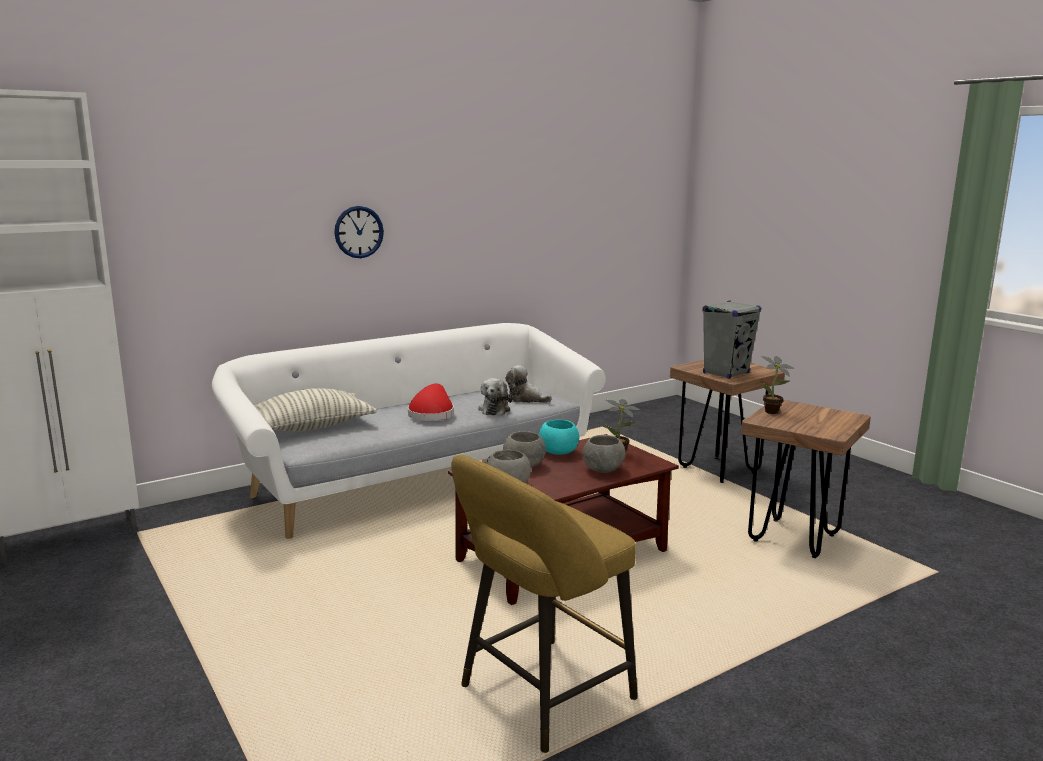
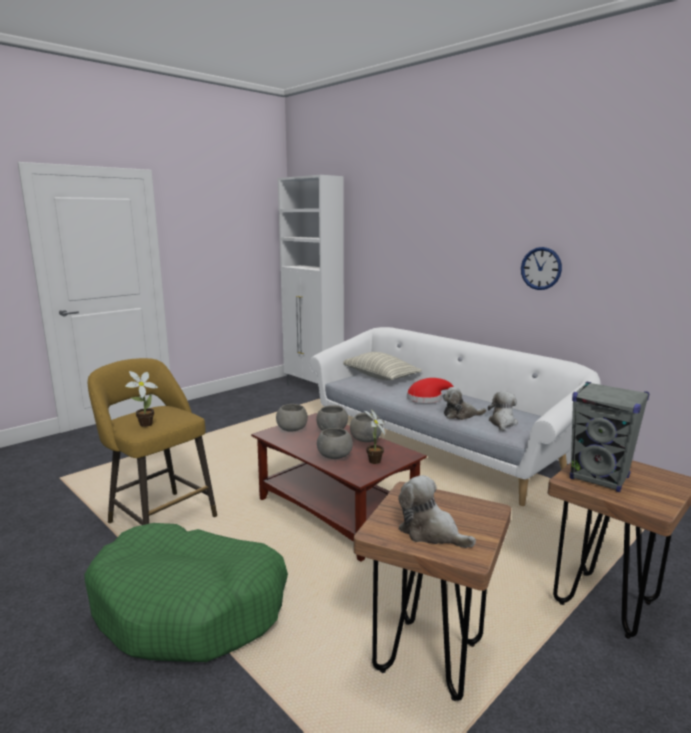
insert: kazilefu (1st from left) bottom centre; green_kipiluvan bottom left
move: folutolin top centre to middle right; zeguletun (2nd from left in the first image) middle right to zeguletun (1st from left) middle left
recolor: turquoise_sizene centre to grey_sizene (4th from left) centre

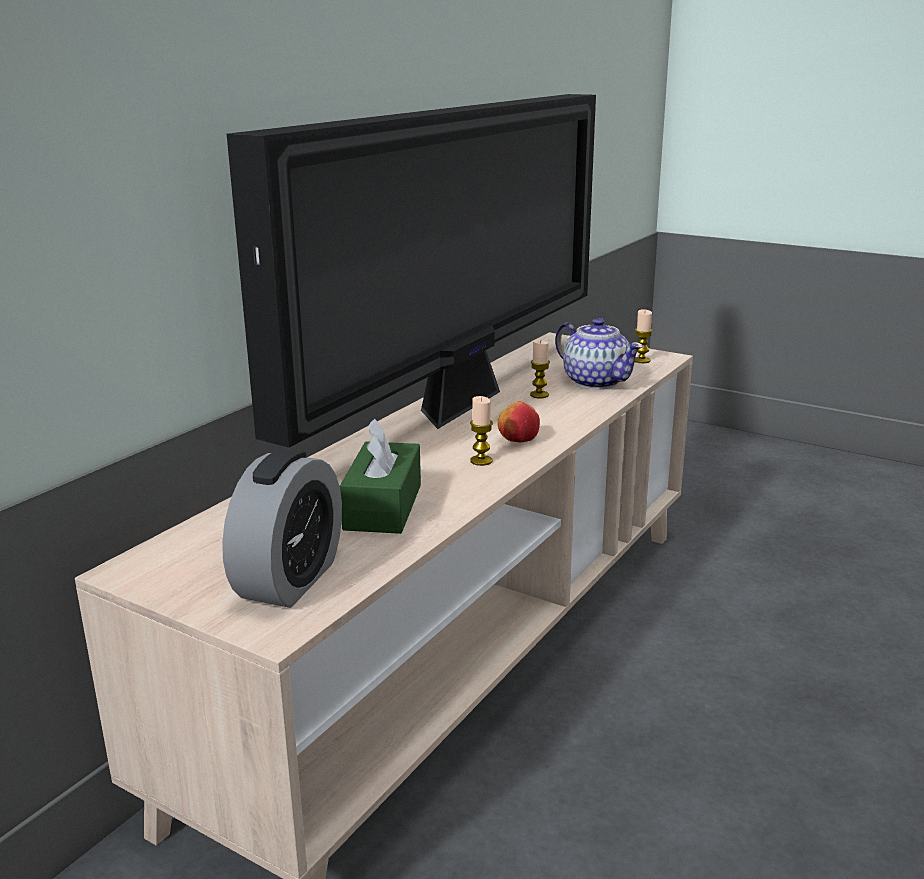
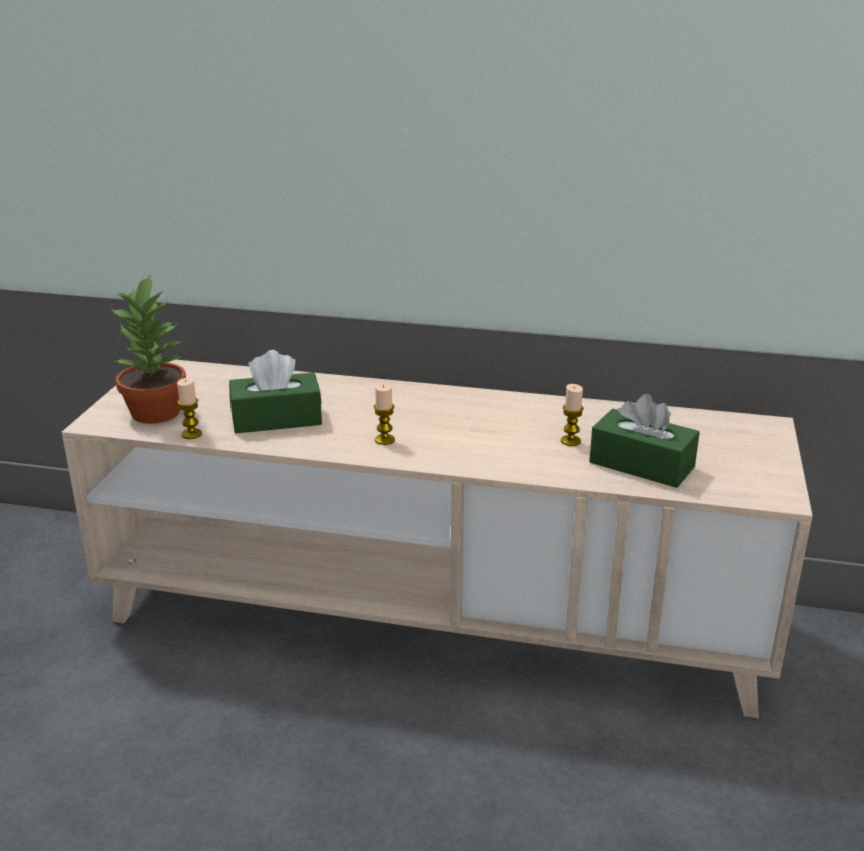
delete: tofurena top centre; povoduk centre
move: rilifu (3rd from left in the first image) middle right to rilifu (1st from left) middle left
replace: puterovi centre to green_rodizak (2nd from left) middle right; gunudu middle left to zeguletun middle left

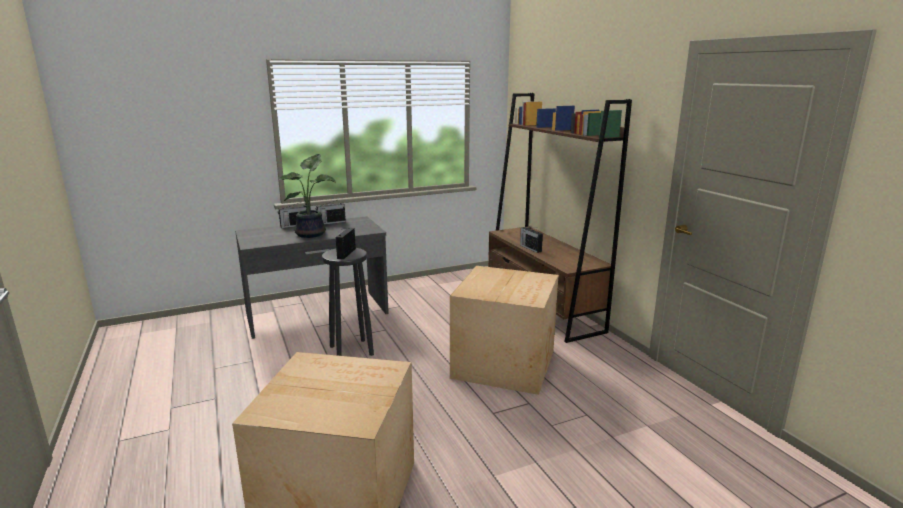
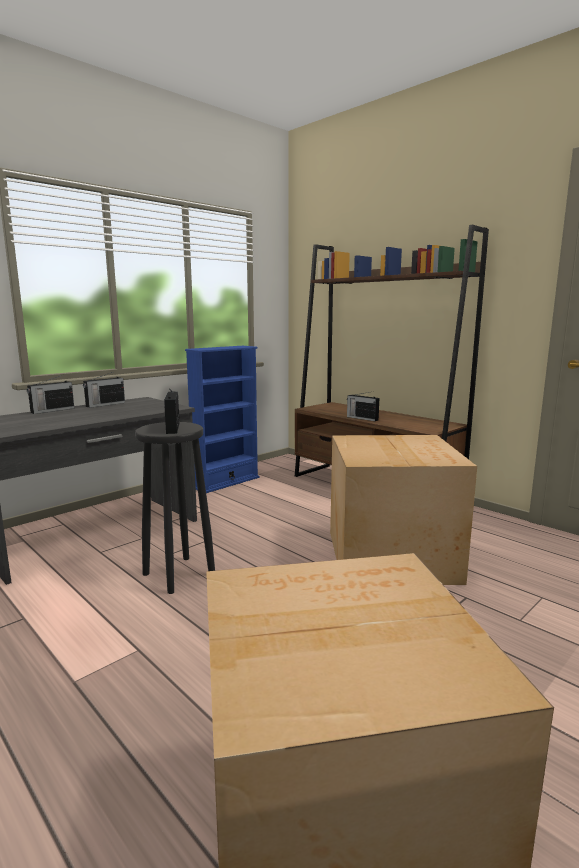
delete: zeguletun centre
insert: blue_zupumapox centre

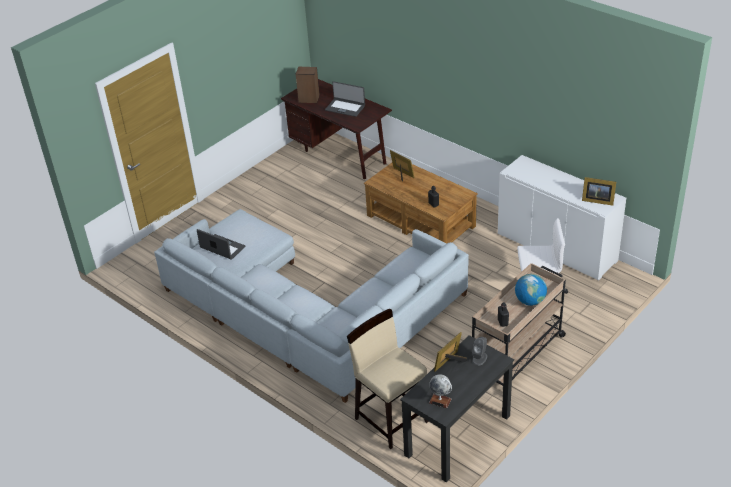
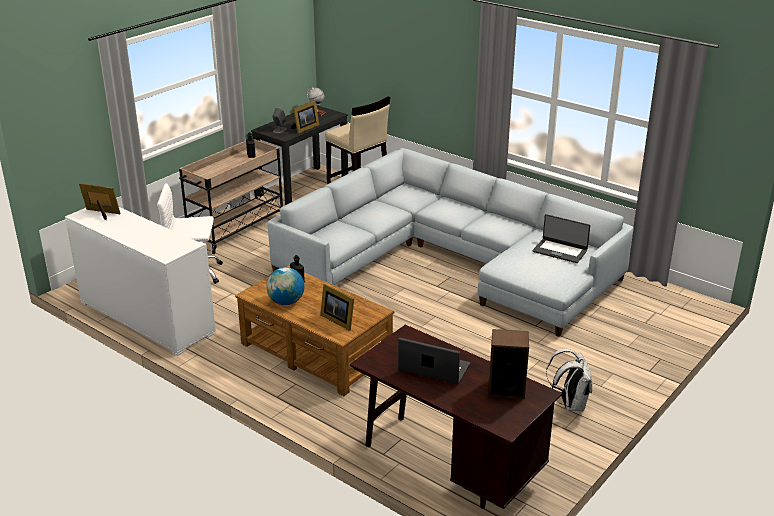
insert: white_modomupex bottom right
move: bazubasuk (2nd from left in the first image) middle right to bazubasuk (1st from left) centre

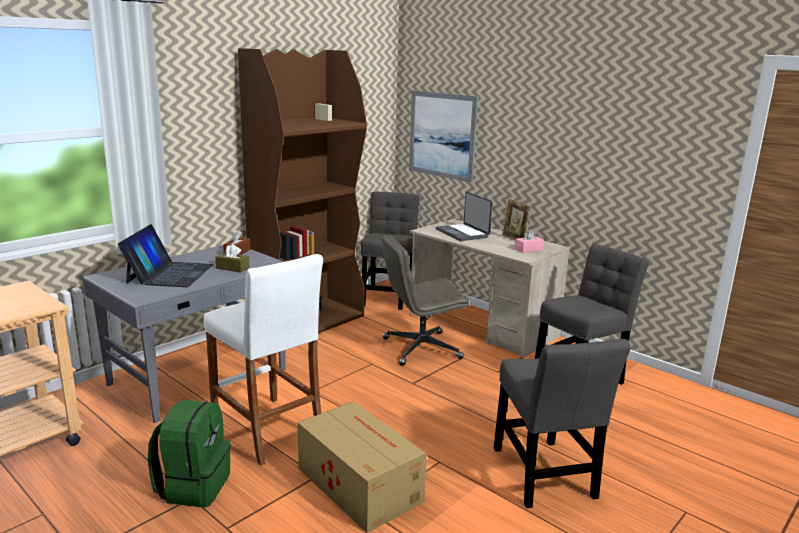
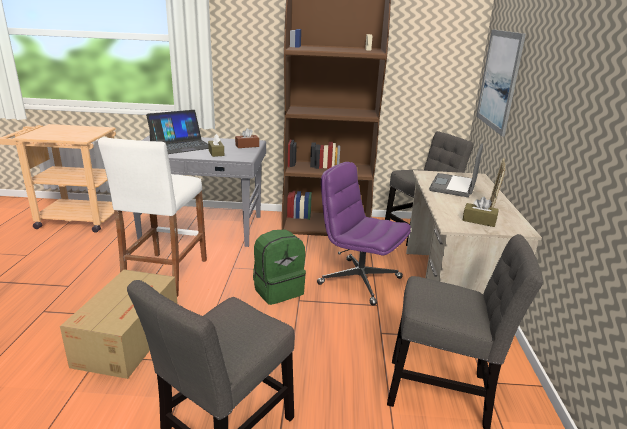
move: green_modomupex bottom left to centre
recolor: pink_rodizak centre to brown_rodizak (3rd from left) middle right; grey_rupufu centre to purple_rupufu centre

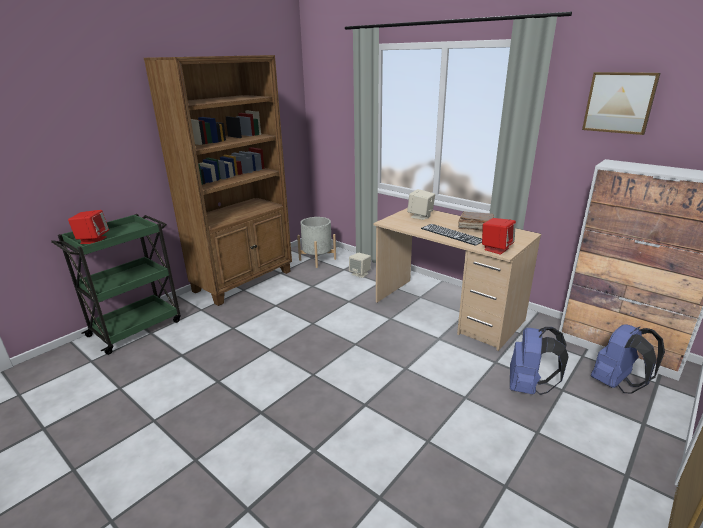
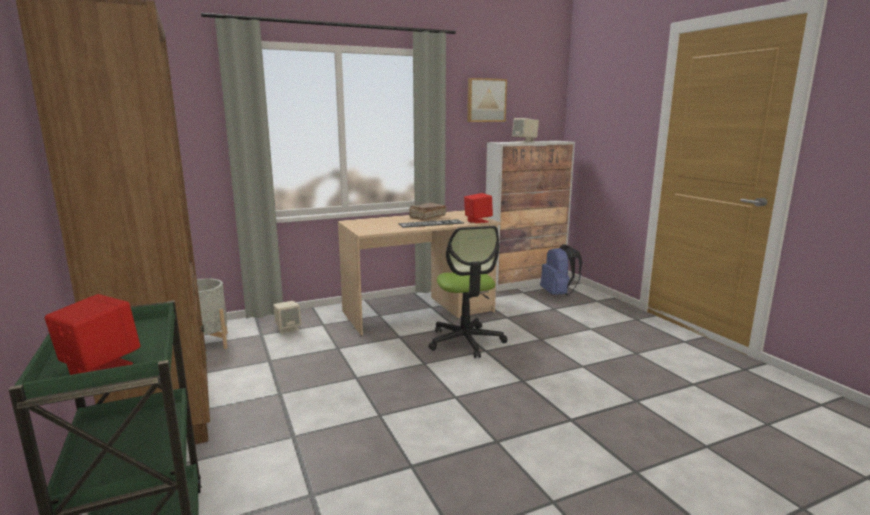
delete: blue_modomupex (1st from left) bottom right
insert: rupufu centre
move: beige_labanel (2nd from left) centre to top centre

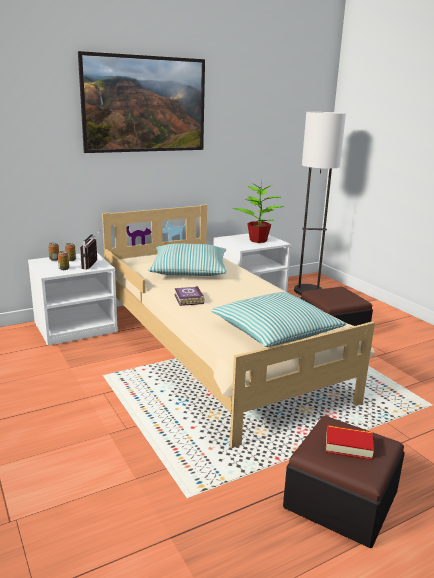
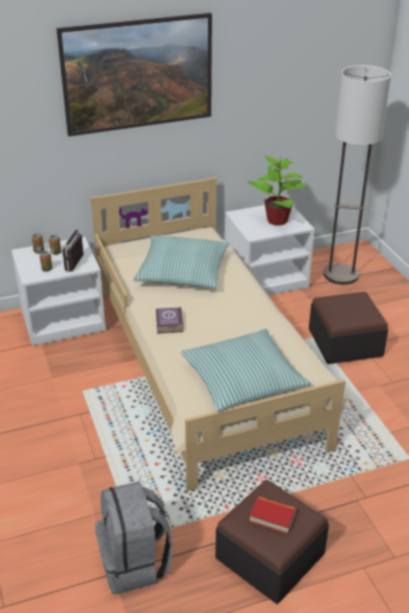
insert: grey_modomupex bottom left

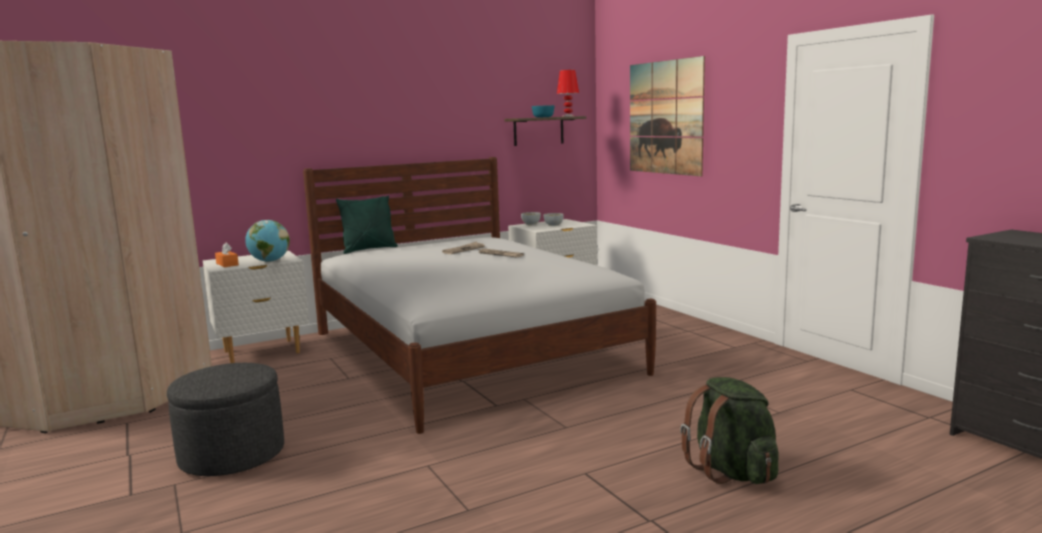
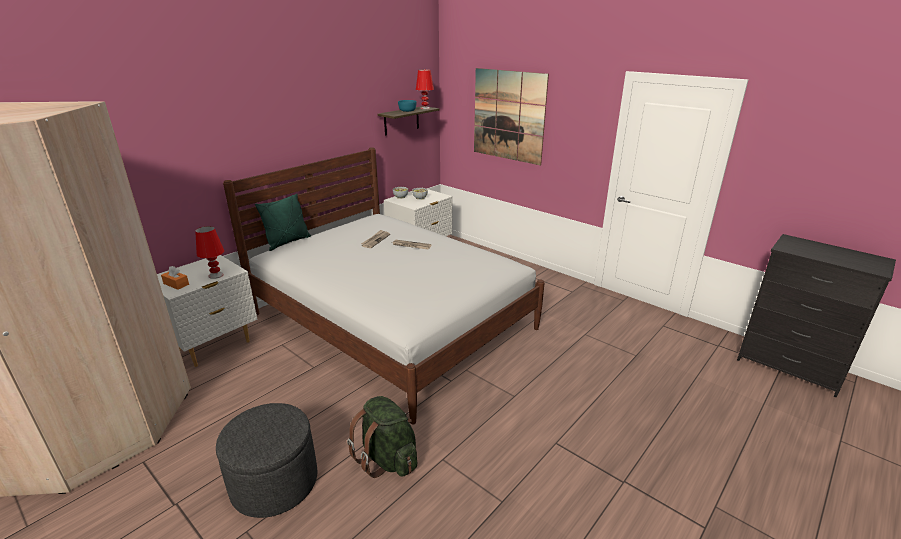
move: green_modomupex bottom right to bottom centre
replace: bazubasuk middle left to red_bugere (1st from left) middle left

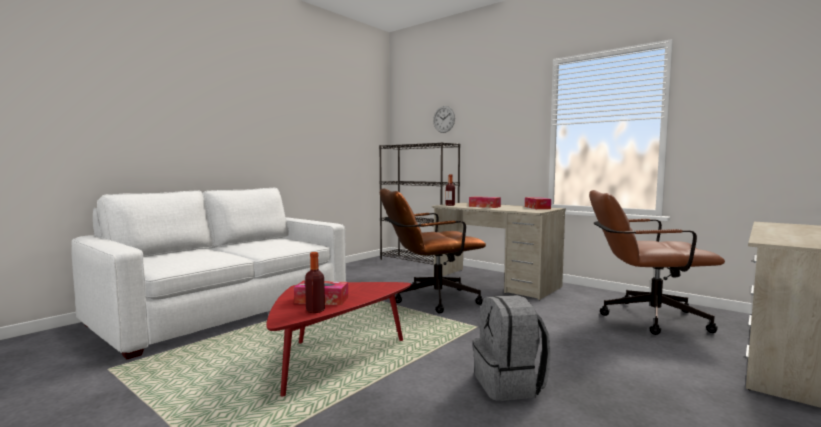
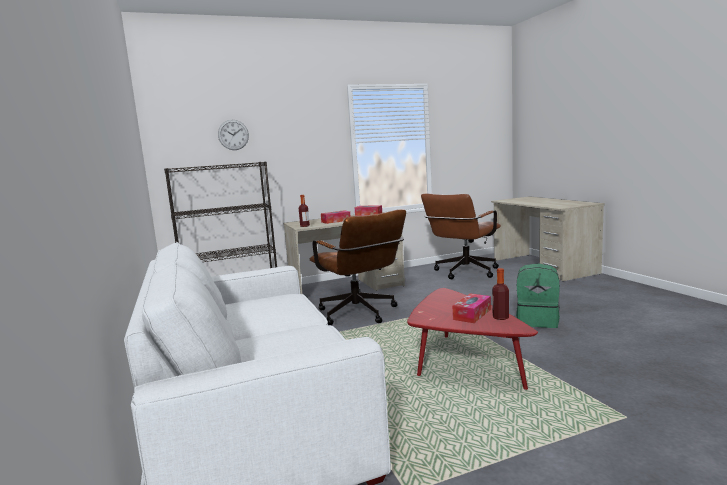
recolor: grey_modomupex bottom centre to green_modomupex middle right
rotate: brown_rupufu (1st from left) centre = centre 45 degrees counterclockwise

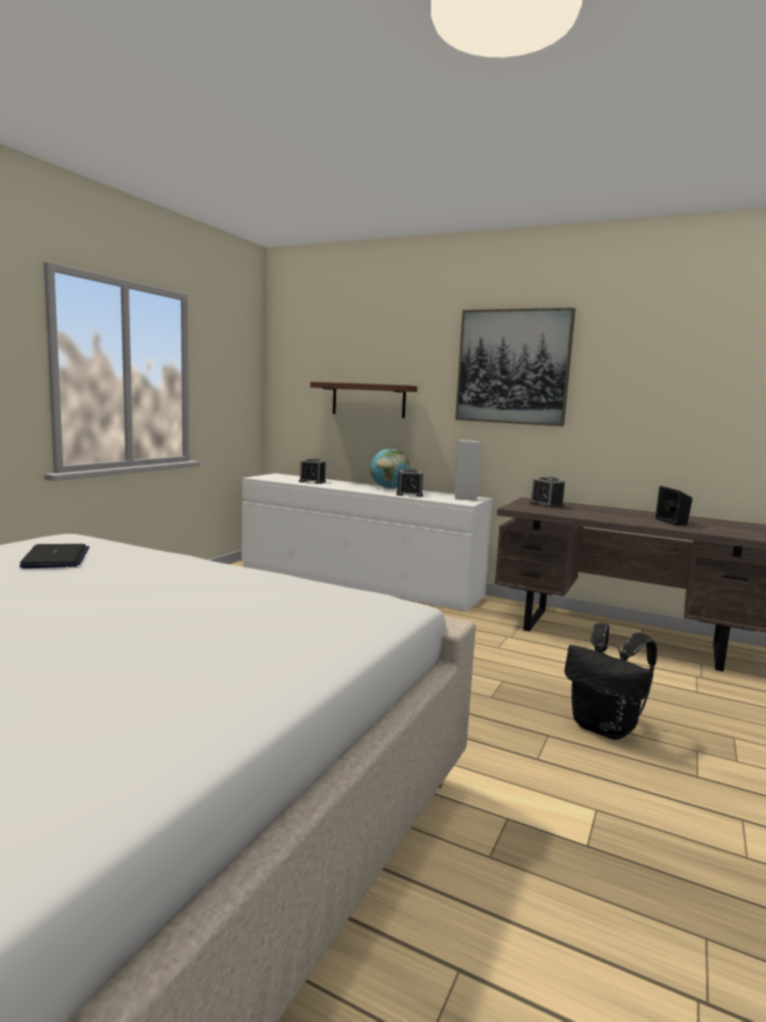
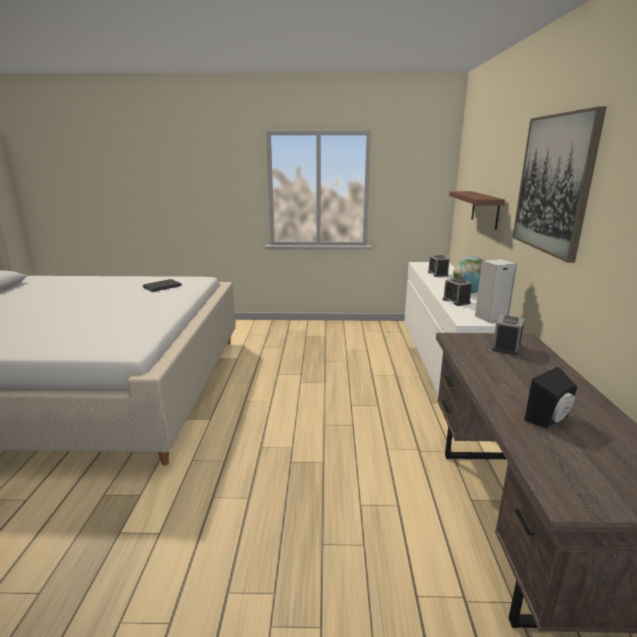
delete: black_modomupex middle right

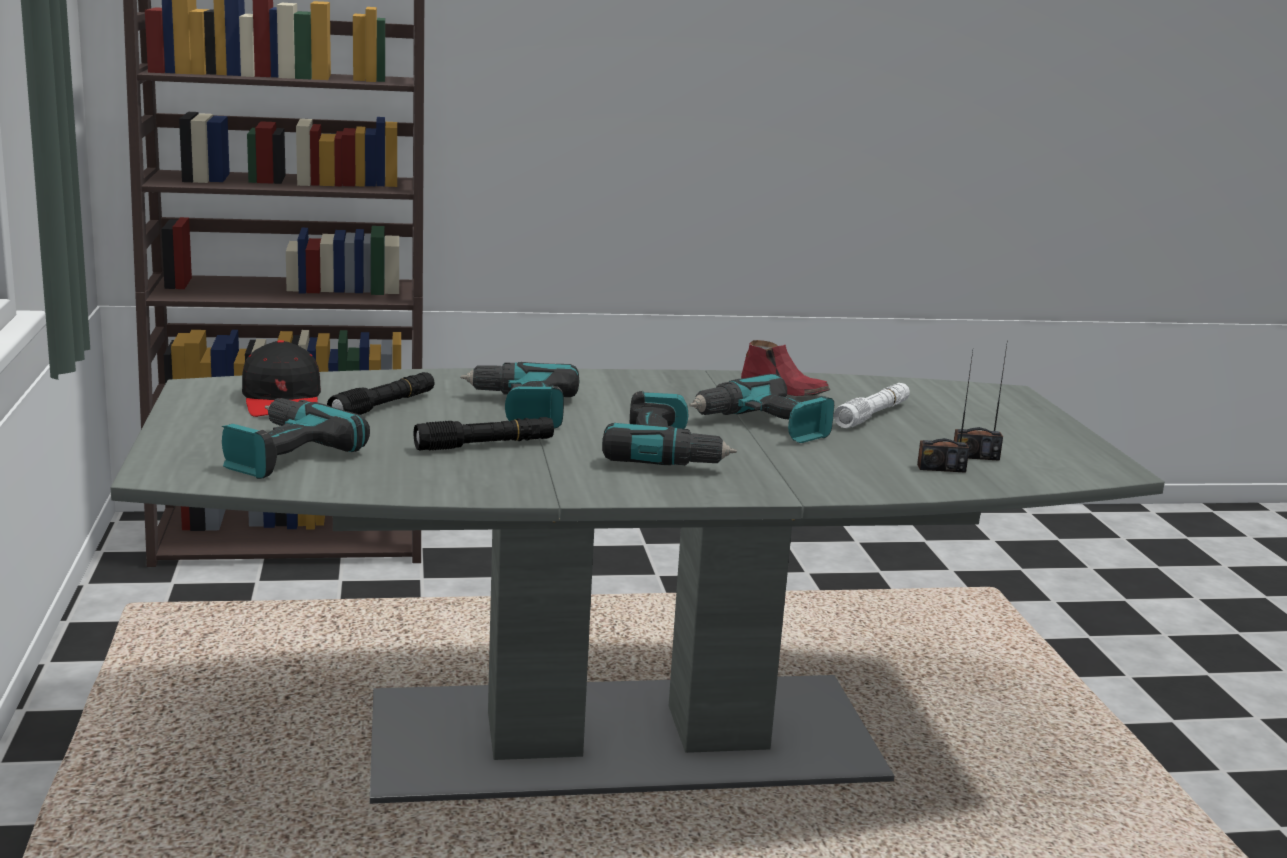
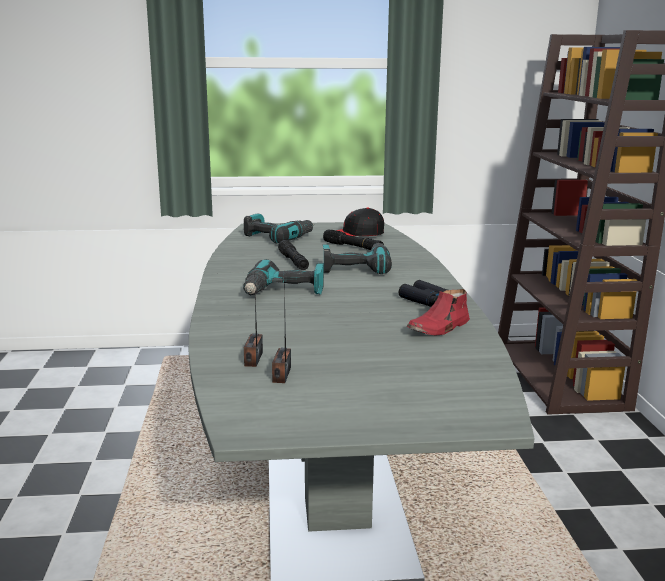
delete: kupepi (4th from left) centre; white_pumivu middle right
insert: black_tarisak centre

